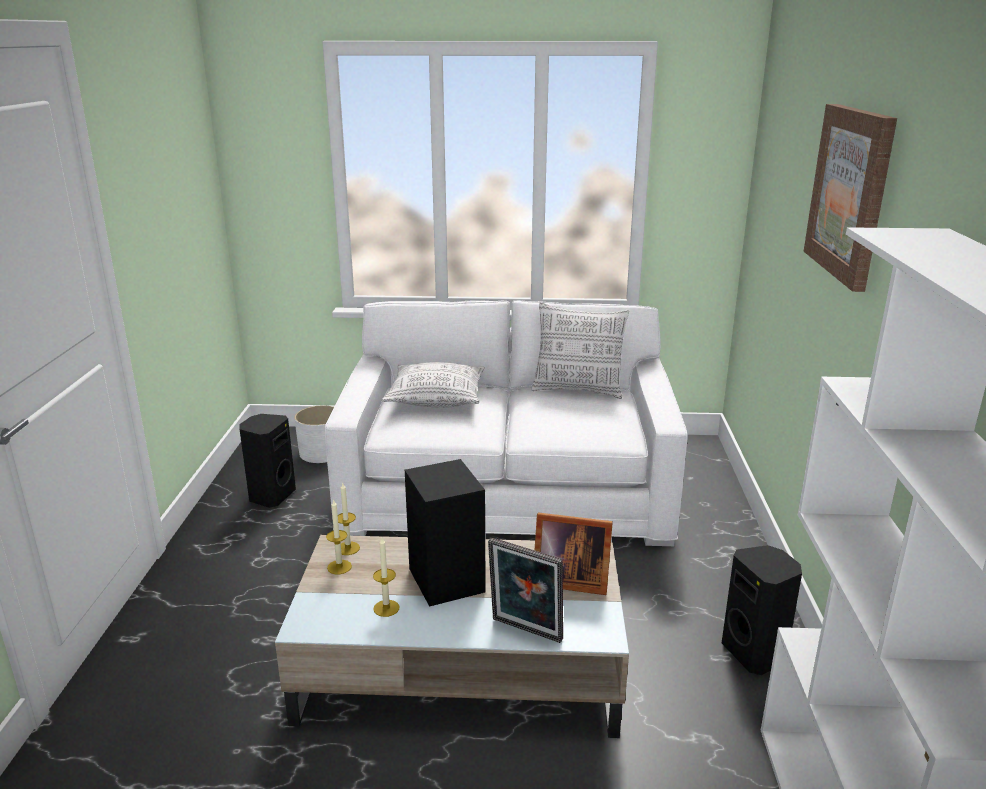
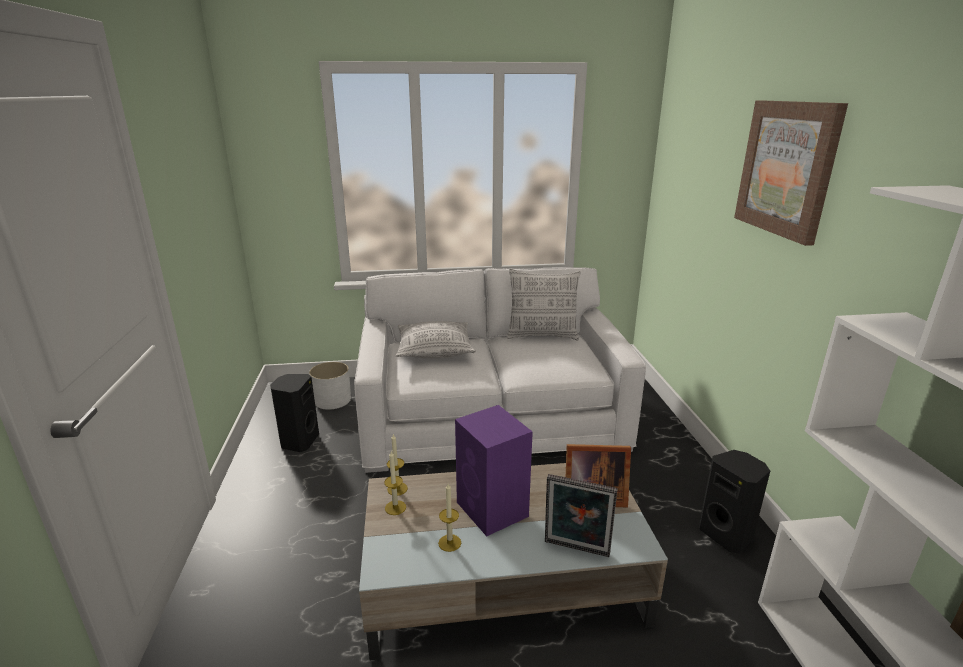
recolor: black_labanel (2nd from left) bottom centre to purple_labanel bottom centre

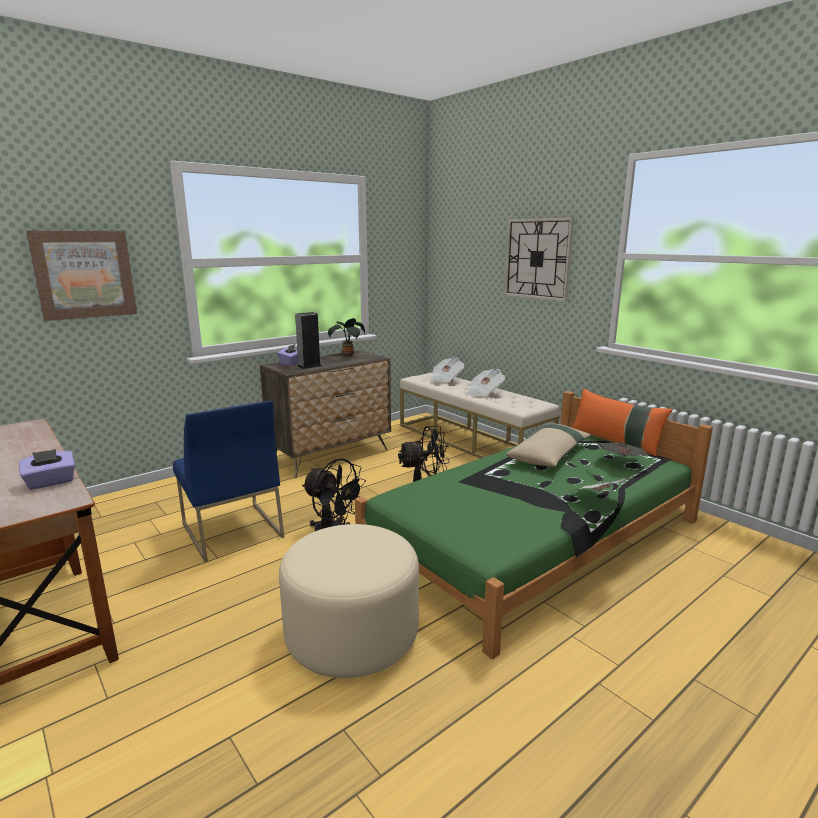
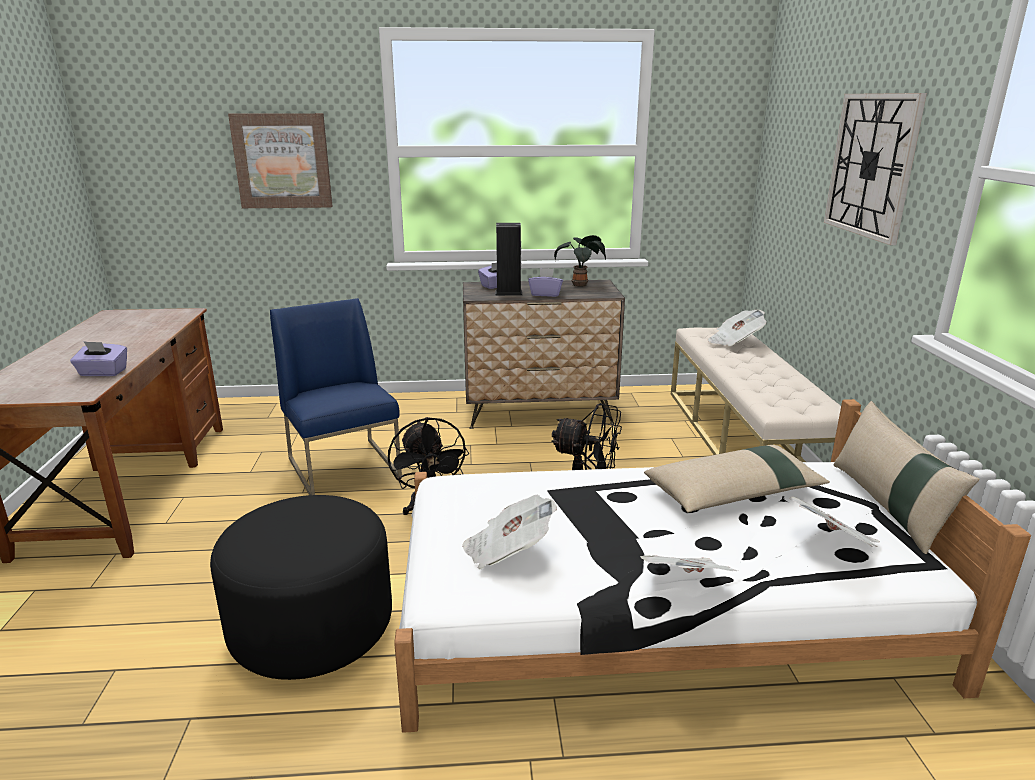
insert: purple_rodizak (3rd from left) centre
move: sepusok (2nd from left in the first image) centre to sepusok (1st from left) bottom centre
recolor: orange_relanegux middle right to beige_relanegux (2nd from left) middle right; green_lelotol centre to white_lelotol bottom right; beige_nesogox bottom centre to black_nesogox bottom left
rotate: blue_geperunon middle left = middle left 150 degrees clockwise

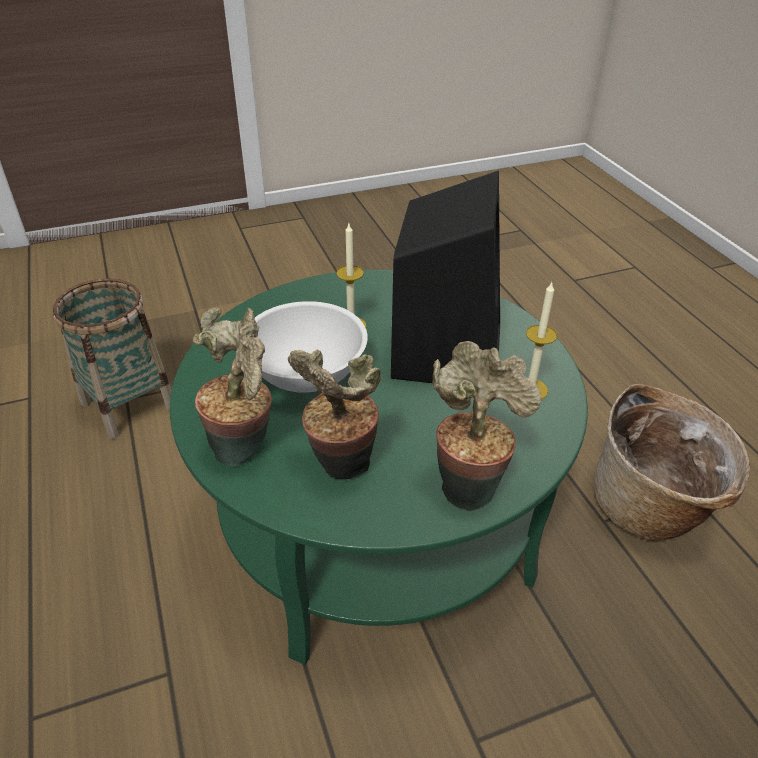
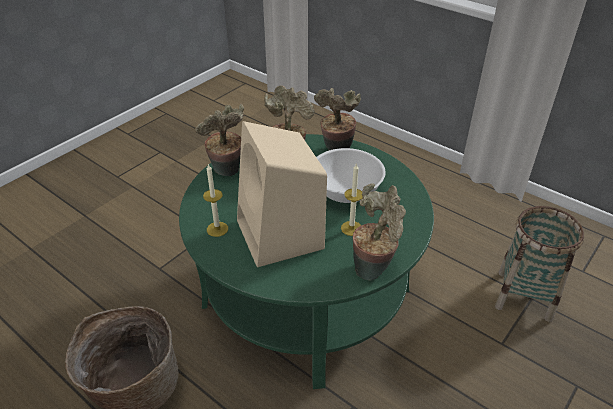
insert: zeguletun (4th from left) centre
recolor: black_labanel centre to beige_labanel centre

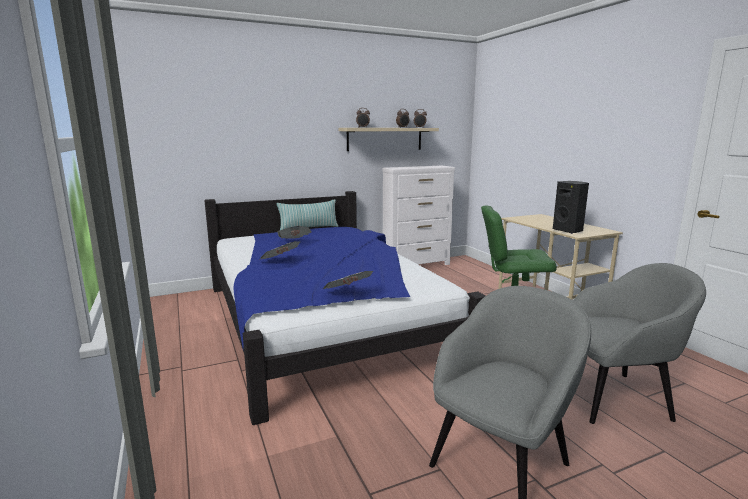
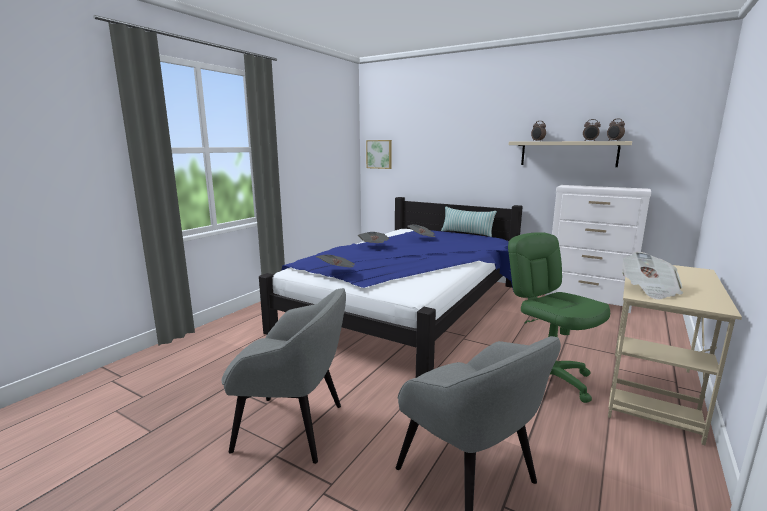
insert: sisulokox top centre
replace: black_labanel middle right to sepusok (4th from left) middle right

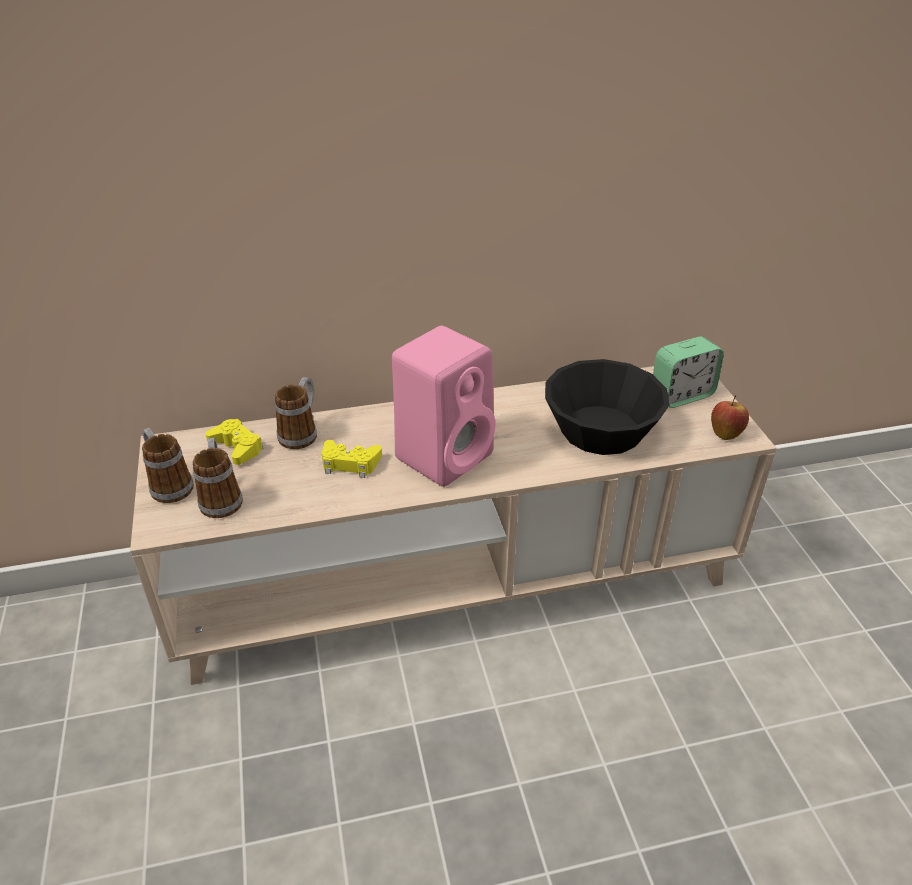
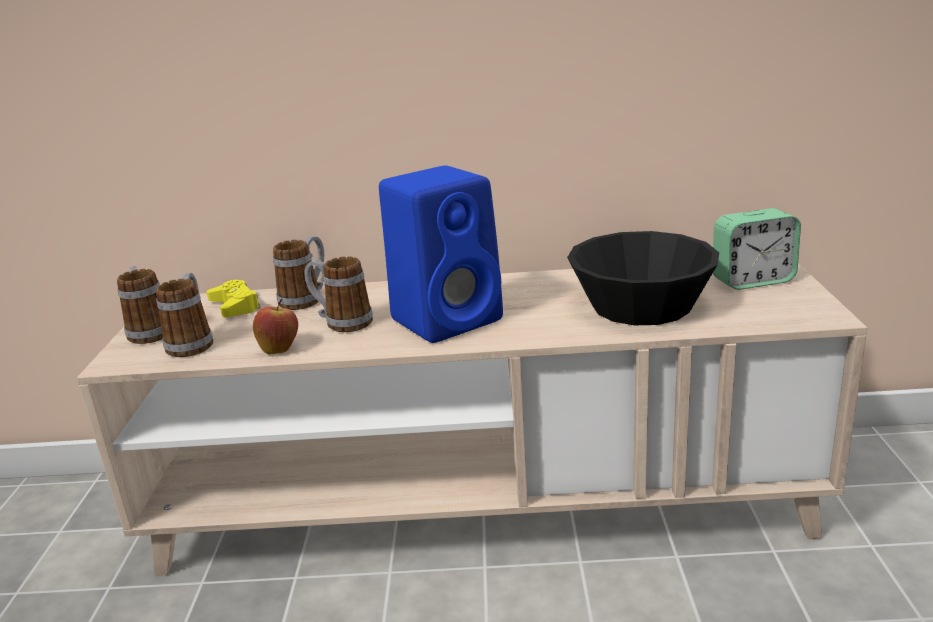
move: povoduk middle right to middle left
replace: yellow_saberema (2nd from left) centre to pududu (4th from left) centre
recolor: pink_labanel centre to blue_labanel centre

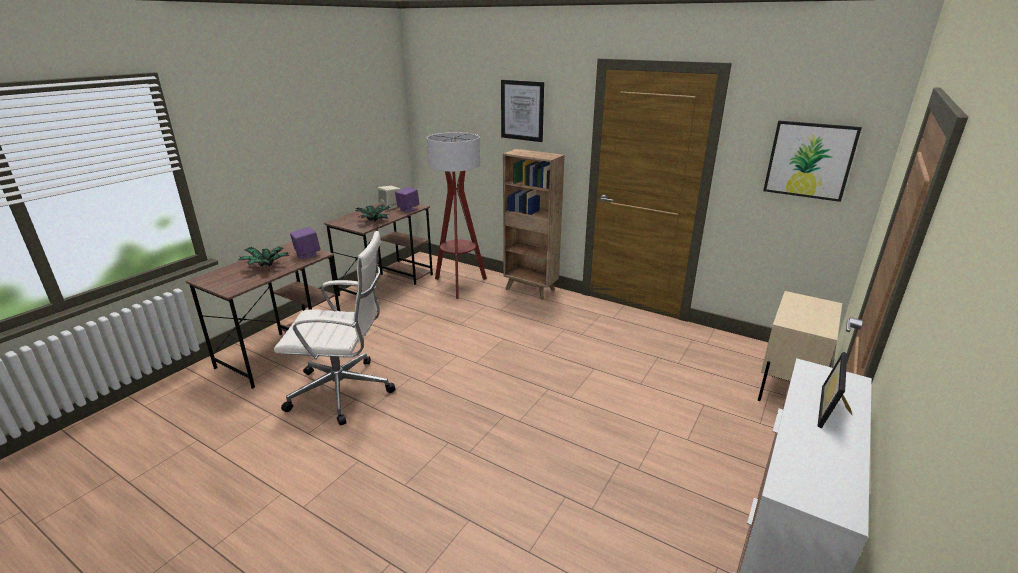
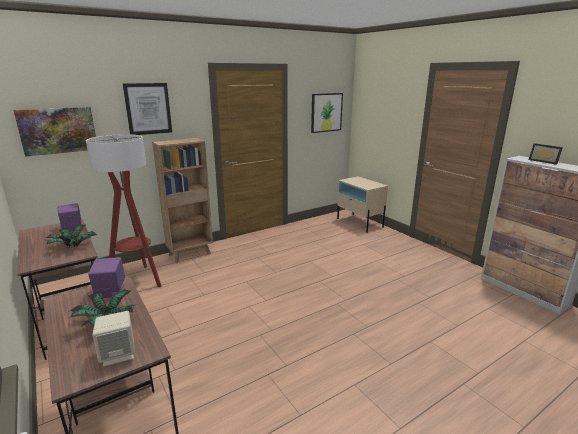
delete: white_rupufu middle left
insert: sisulokox (1st from left) top left
move: beige_labanel centre to bottom left

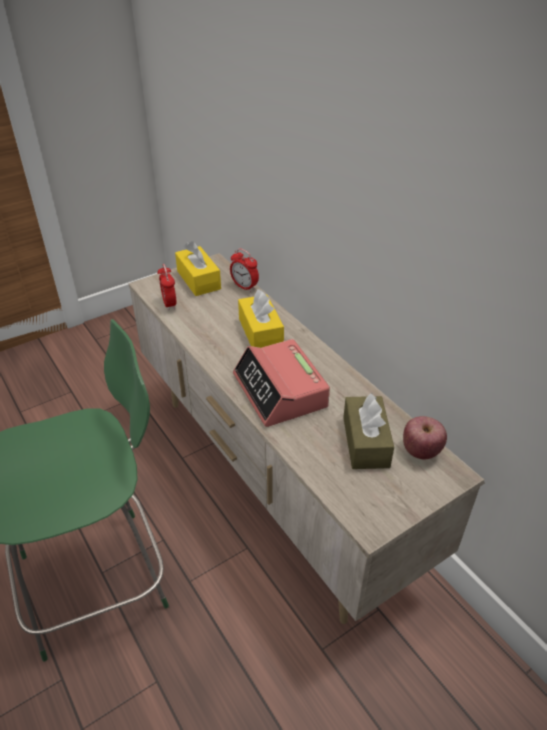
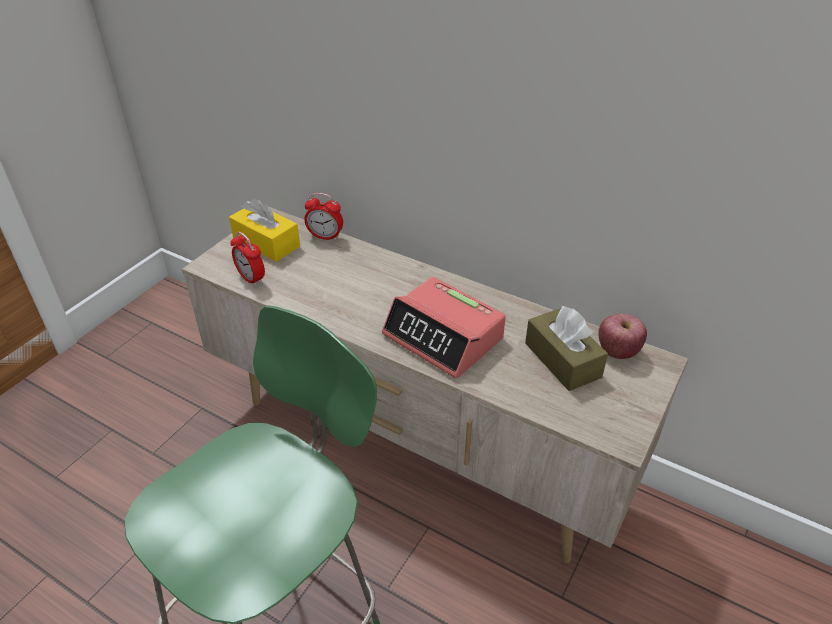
delete: yellow_rodizak (2nd from left) centre

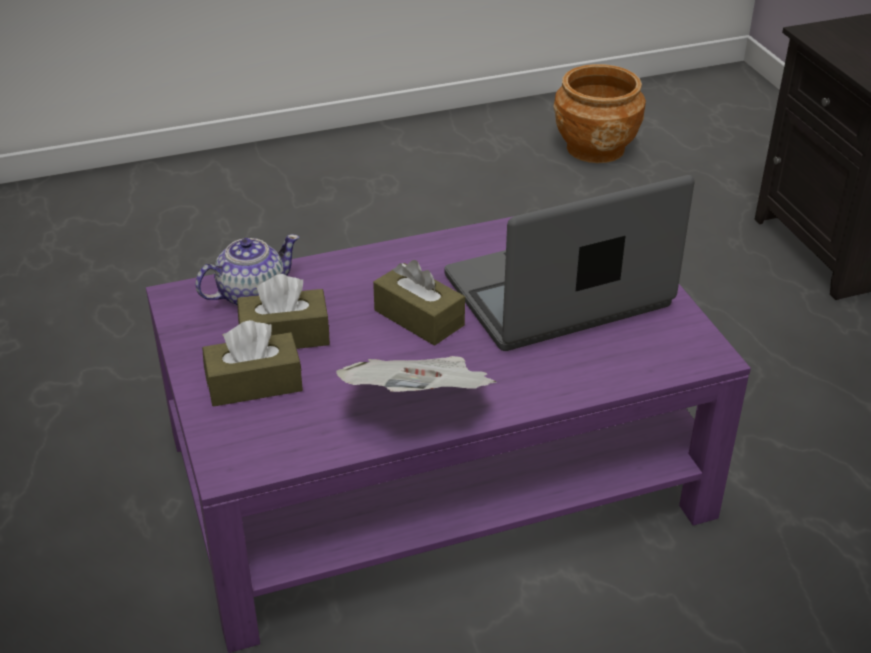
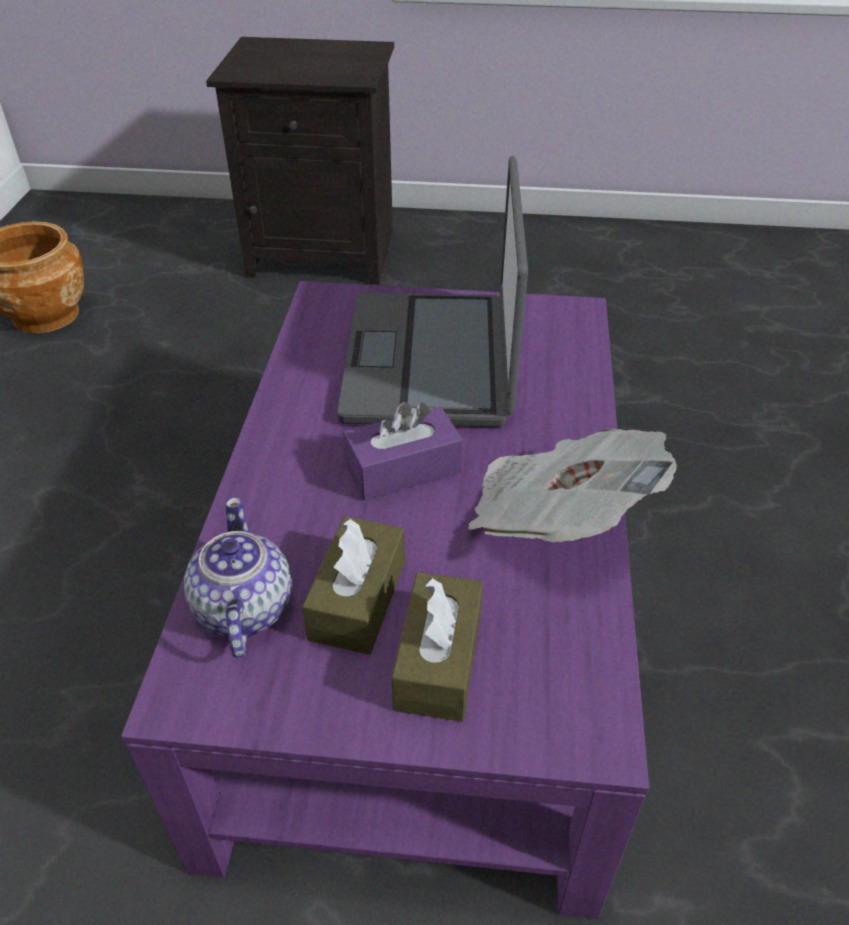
recolor: brown_rodizak (3rd from left) centre to purple_rodizak centre

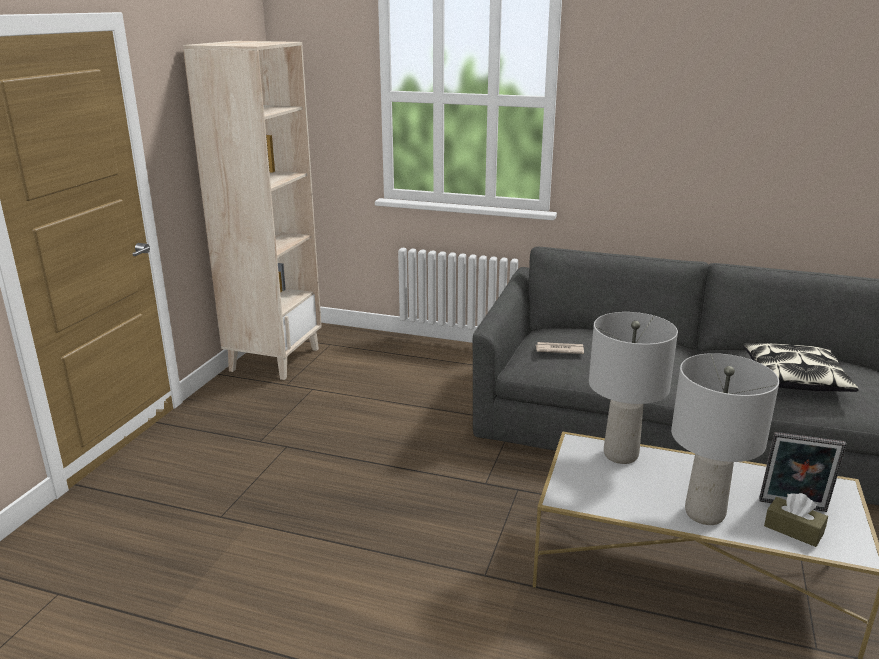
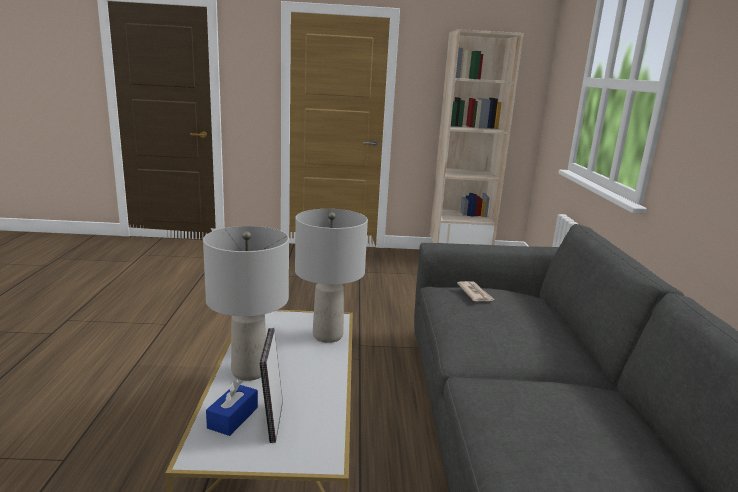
delete: relanegux middle right
recolor: brown_rodizak bottom right to blue_rodizak bottom left

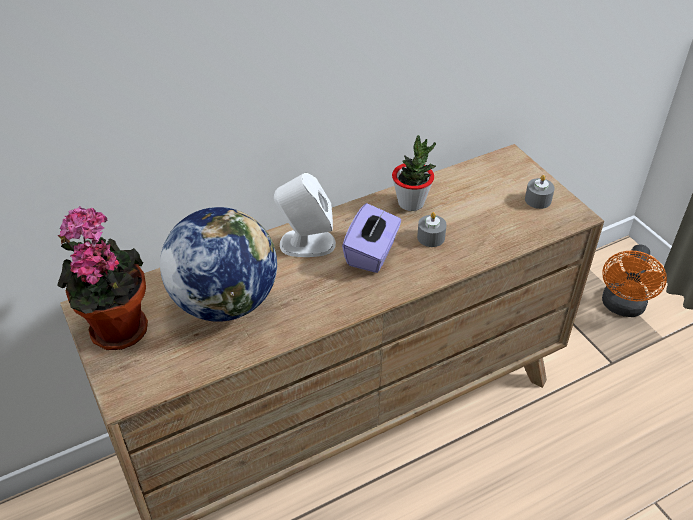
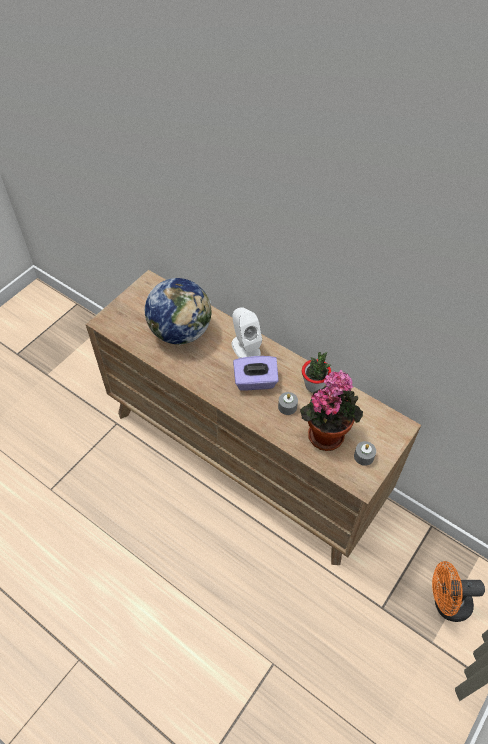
move: zeguletun (1st from left in the first image) middle left to zeguletun (2nd from left) middle right

